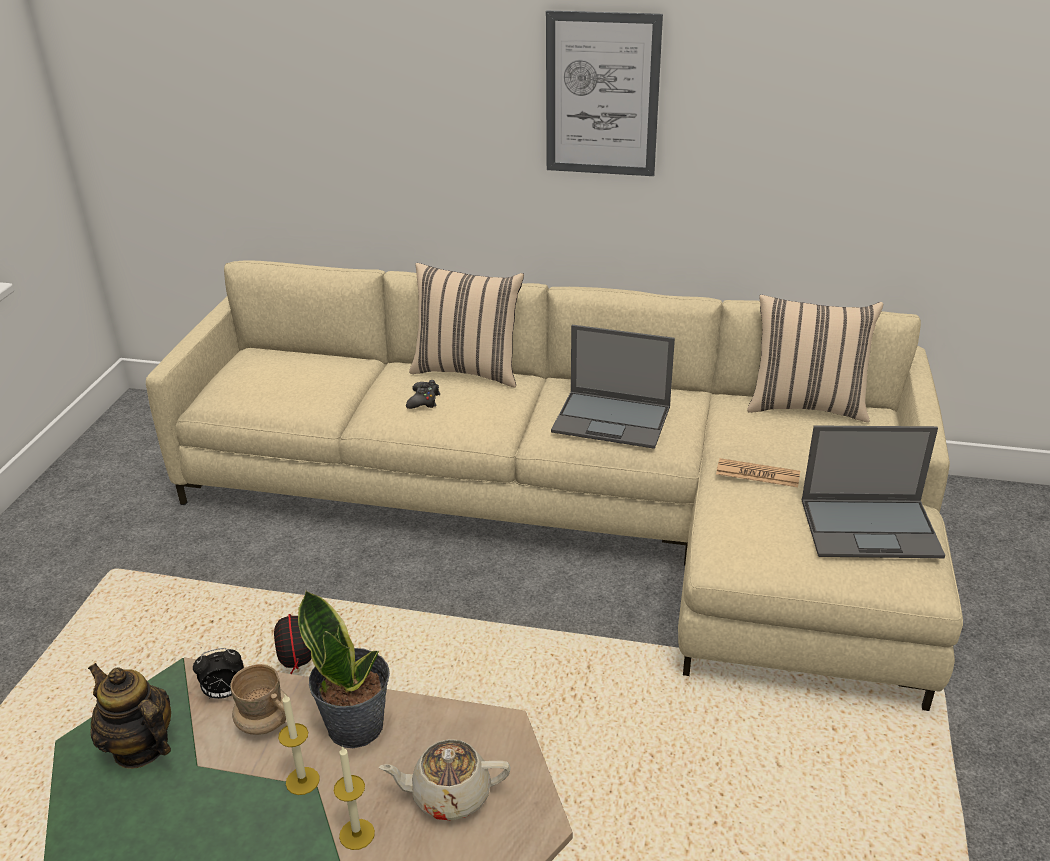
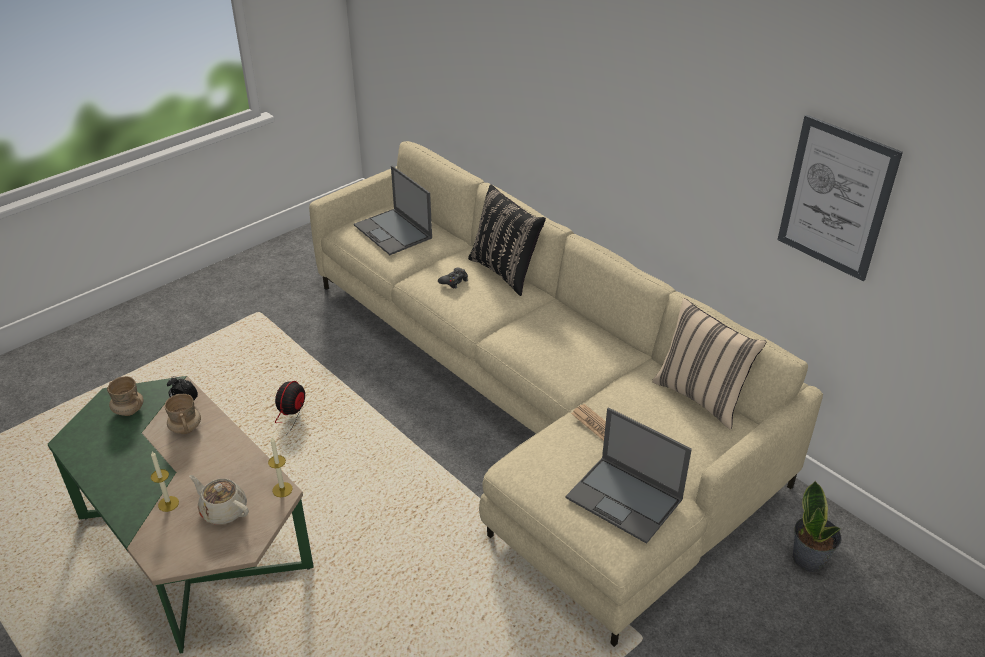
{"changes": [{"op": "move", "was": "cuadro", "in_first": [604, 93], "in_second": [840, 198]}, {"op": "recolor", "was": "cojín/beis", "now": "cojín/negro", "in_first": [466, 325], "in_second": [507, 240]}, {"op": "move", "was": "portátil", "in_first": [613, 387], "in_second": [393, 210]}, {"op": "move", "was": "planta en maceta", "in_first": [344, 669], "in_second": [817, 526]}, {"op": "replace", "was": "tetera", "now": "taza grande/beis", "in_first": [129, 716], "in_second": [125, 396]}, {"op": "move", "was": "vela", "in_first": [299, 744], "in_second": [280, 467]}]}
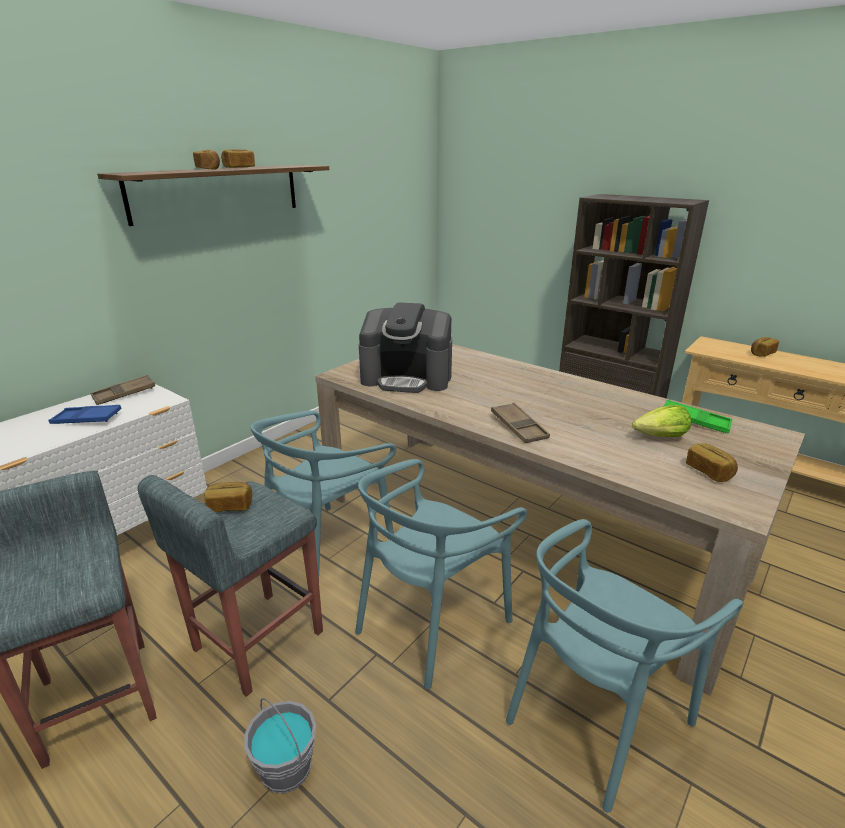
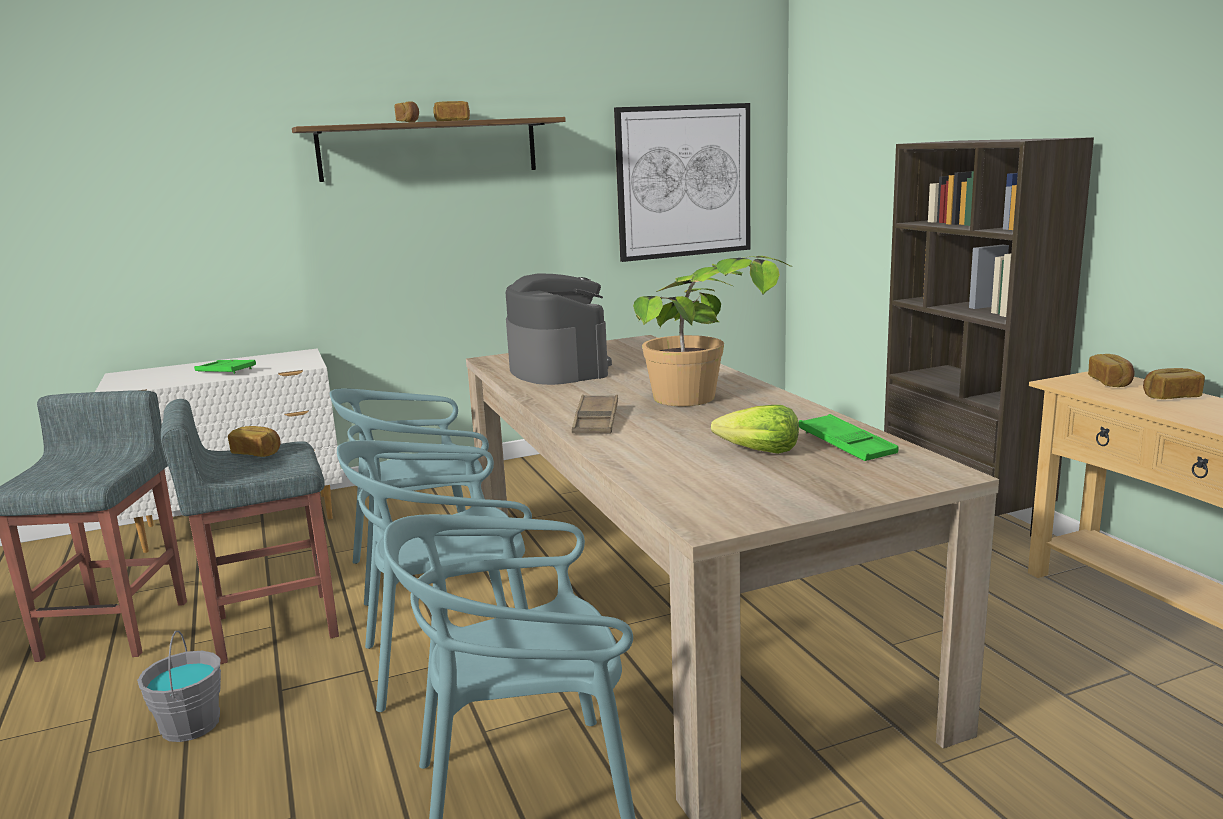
{"changes": [{"op": "rotate", "was": "cafetera", "in_first": [405, 347], "in_second": [559, 329], "clockwise": -150}, {"op": "delete", "was": "bandeja/marrón", "in_first": [122, 390]}, {"op": "recolor", "was": "bandeja/azul", "now": "bandeja/verde", "in_first": [85, 414], "in_second": [225, 367]}, {"op": "move", "was": "pan", "in_first": [712, 462], "in_second": [1111, 370]}, {"op": "insert", "now": "cuadro", "in_second": [682, 182]}, {"op": "insert", "now": "planta en maceta", "in_second": [712, 331]}]}
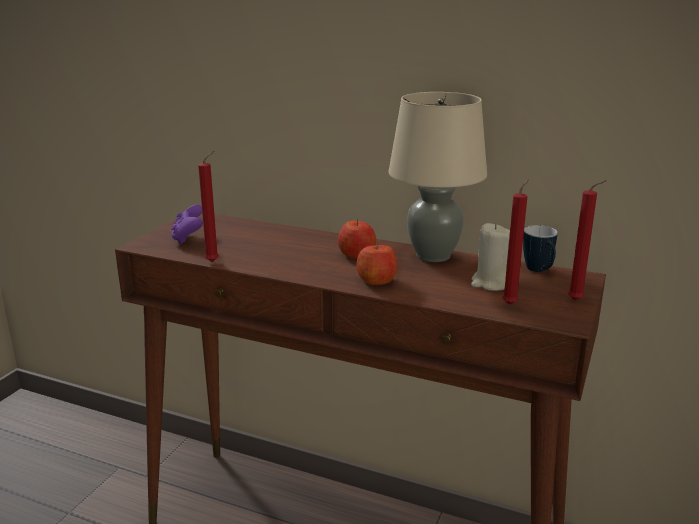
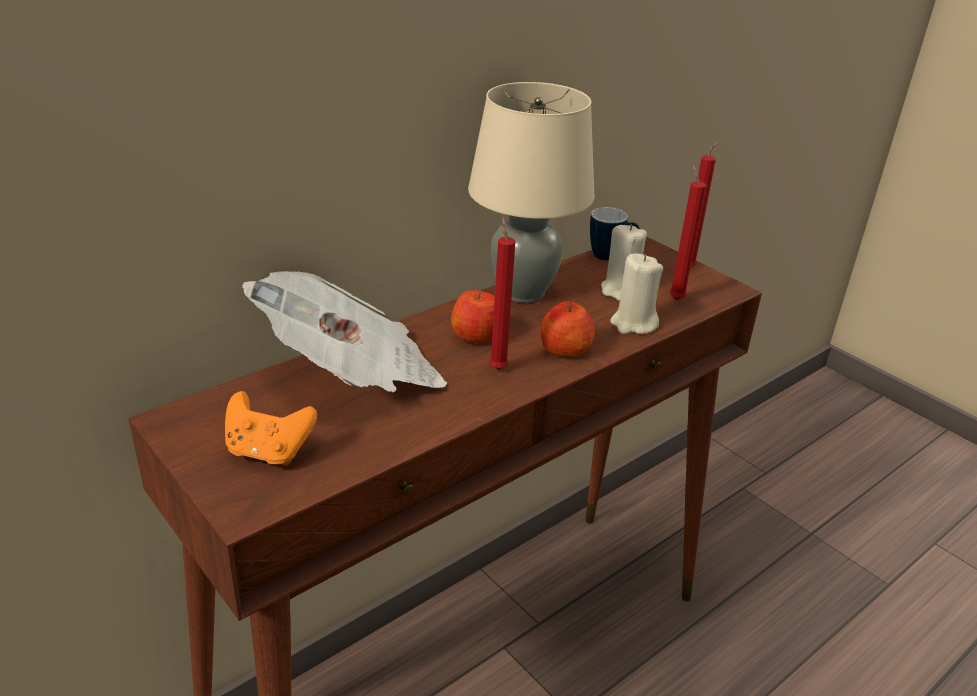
{"changes": [{"op": "move", "was": "vela/rojo", "in_first": [208, 206], "in_second": [502, 293]}, {"op": "recolor", "was": "mando de consola/morado", "now": "mando de consola/naranja", "in_first": [187, 224], "in_second": [271, 428]}, {"op": "insert", "now": "vela/beis", "in_second": [636, 294]}, {"op": "insert", "now": "periódico", "in_second": [344, 331]}]}
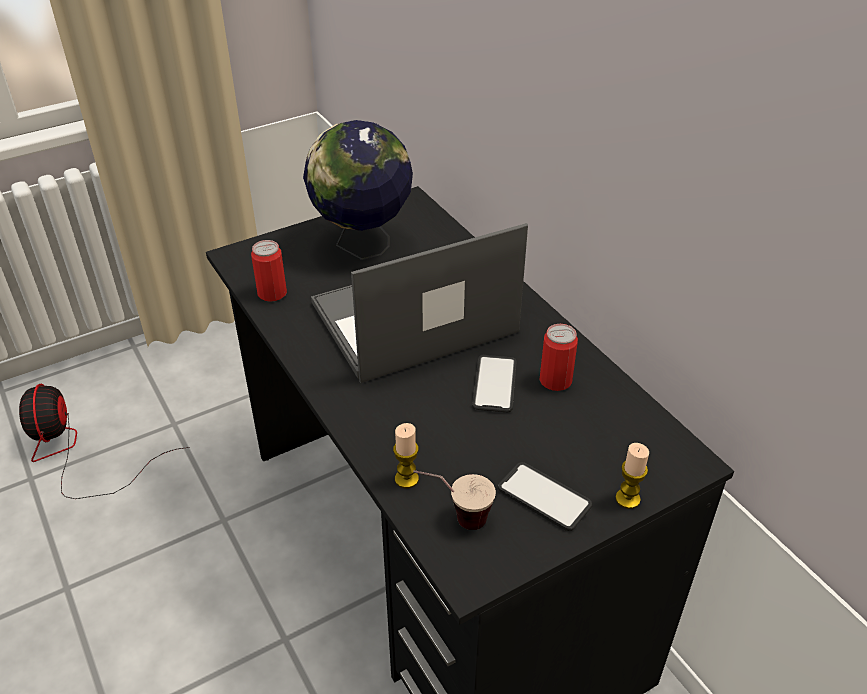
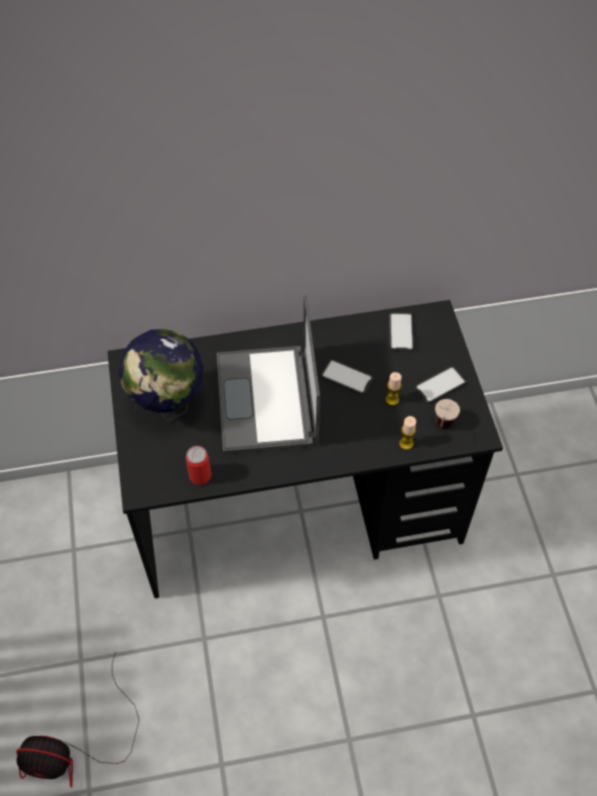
{"changes": [{"op": "delete", "was": "lata", "in_first": [558, 357]}, {"op": "move", "was": "vela", "in_first": [632, 476], "in_second": [393, 389]}, {"op": "insert", "now": "móvil", "in_second": [401, 331]}]}
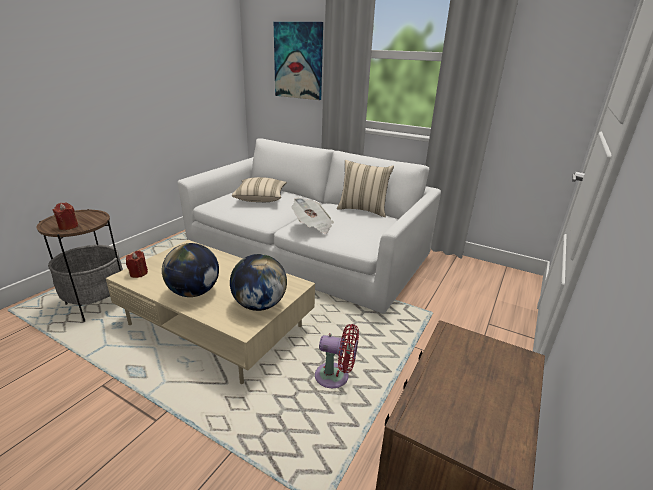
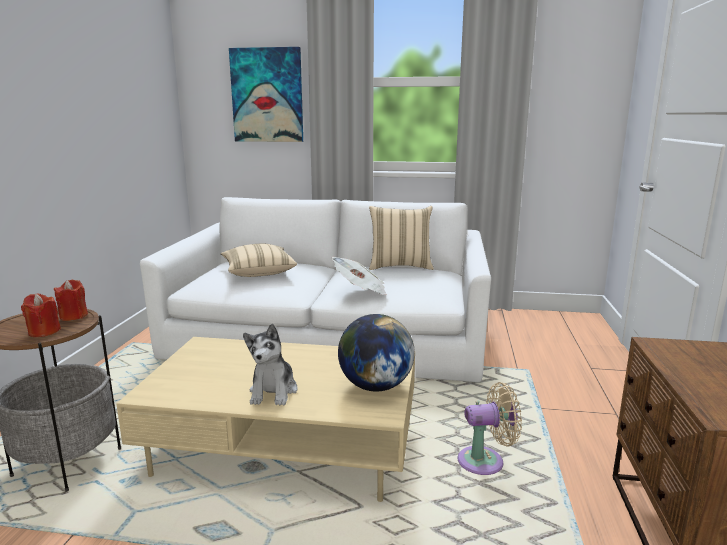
{"changes": [{"op": "replace", "was": "globo terráqueo", "now": "peluche", "in_first": [190, 270], "in_second": [270, 364]}, {"op": "move", "was": "vela/rojo", "in_first": [137, 264], "in_second": [71, 300]}, {"op": "recolor", "was": "ventilador/rojo", "now": "ventilador/beis", "in_first": [337, 356], "in_second": [490, 428]}]}
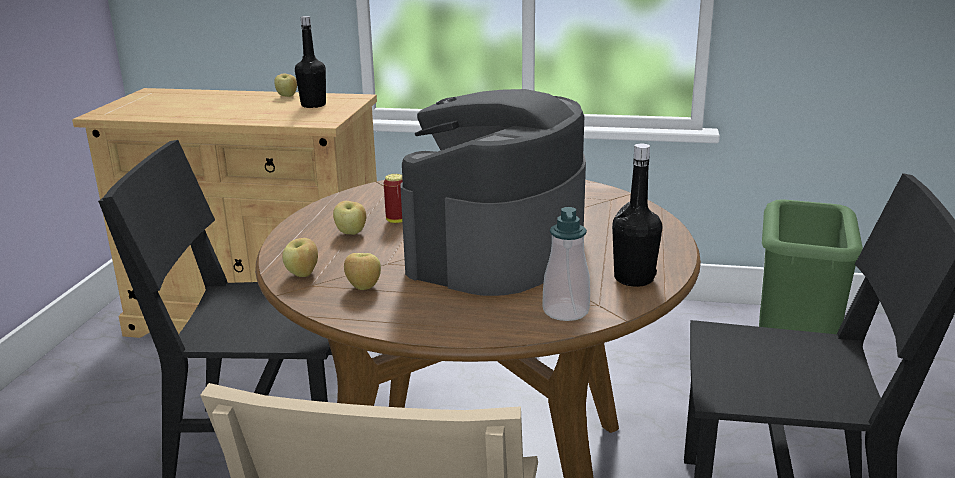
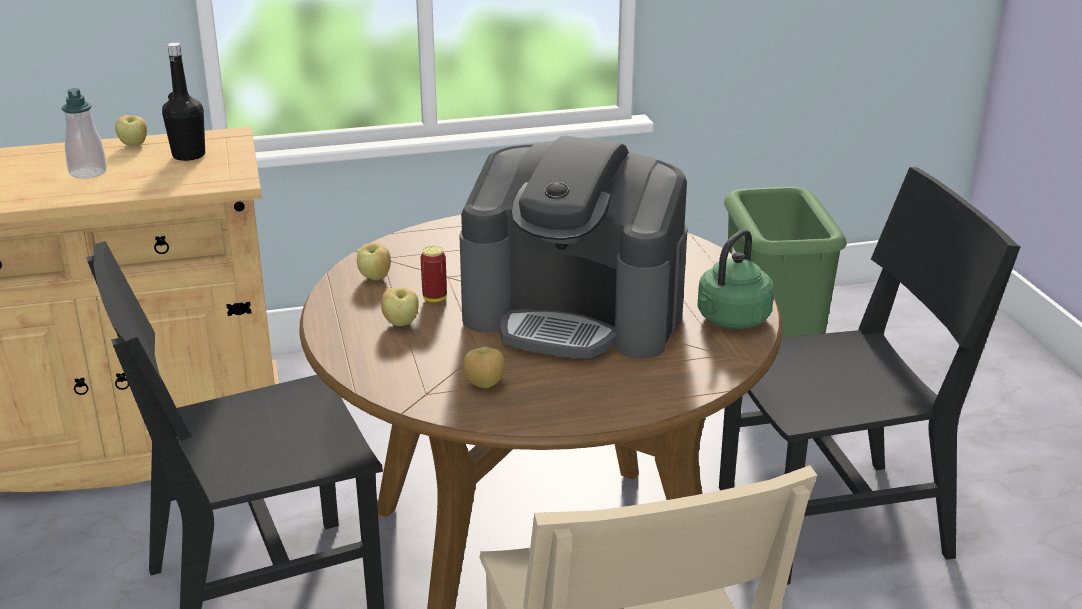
{"changes": [{"op": "rotate", "was": "cafetera", "in_first": [493, 192], "in_second": [573, 248], "clockwise": -75}, {"op": "replace", "was": "botella/negro", "now": "hervidor/verde", "in_first": [637, 215], "in_second": [735, 279]}, {"op": "move", "was": "dispensador de jabón", "in_first": [566, 264], "in_second": [84, 133]}, {"op": "move", "was": "manzana", "in_first": [300, 257], "in_second": [374, 261]}]}
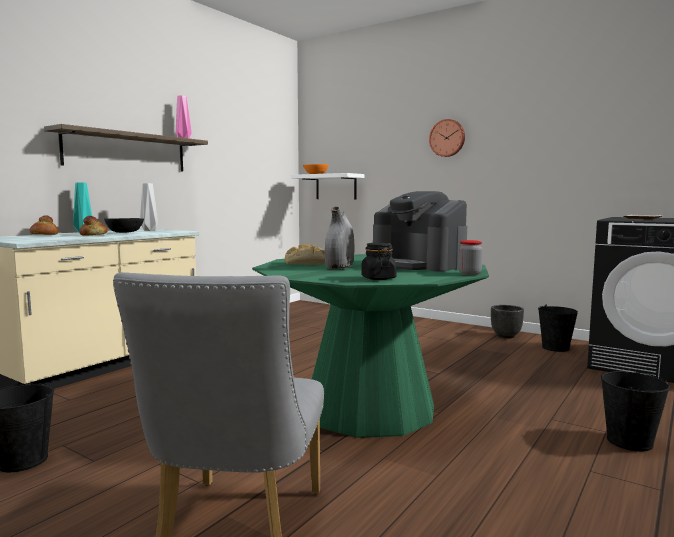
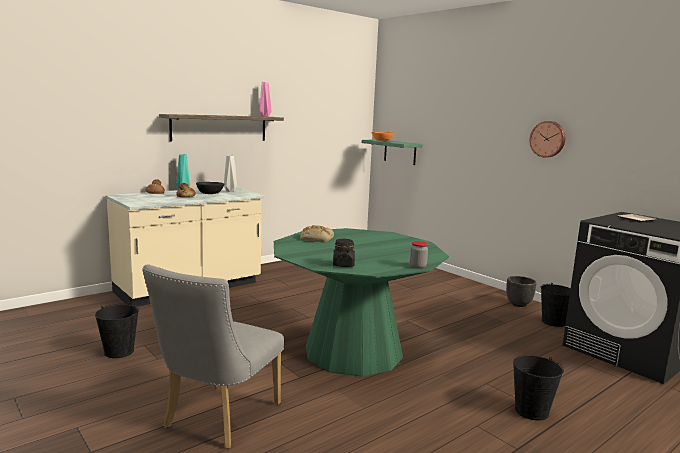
{"changes": [{"op": "move", "was": "reloj de pared", "in_first": [447, 138], "in_second": [547, 139]}, {"op": "recolor", "was": "estante/blanco", "now": "estante/verde", "in_first": [327, 186], "in_second": [392, 152]}, {"op": "delete", "was": "cafetera", "in_first": [420, 231]}, {"op": "delete", "was": "florero/gris", "in_first": [339, 238]}]}
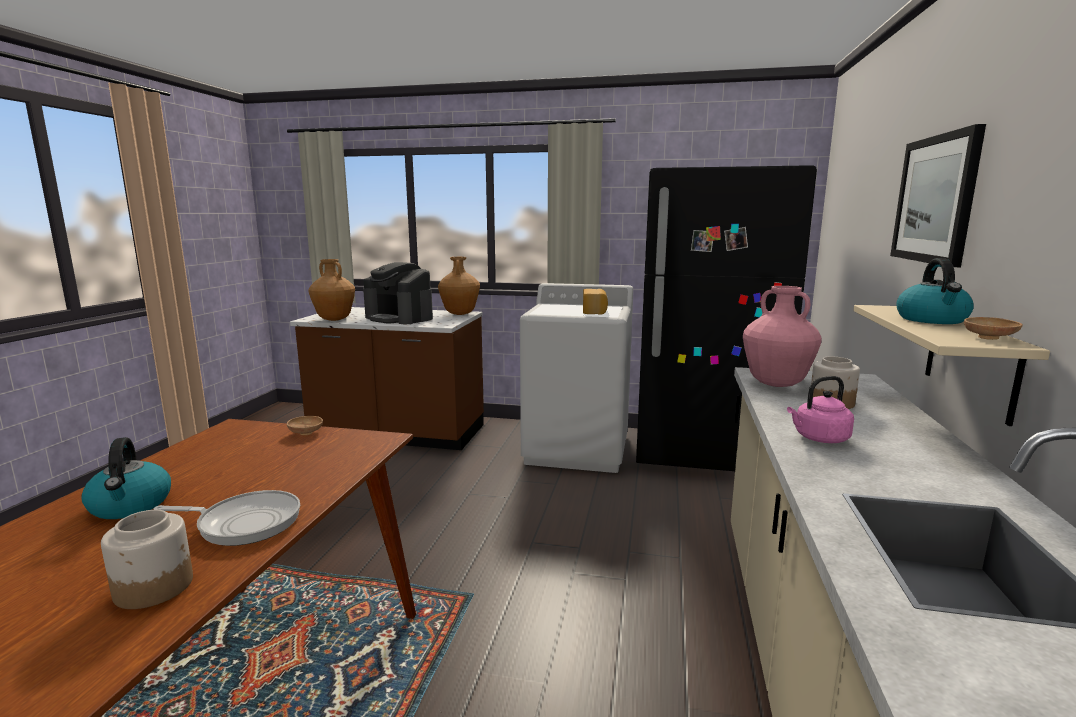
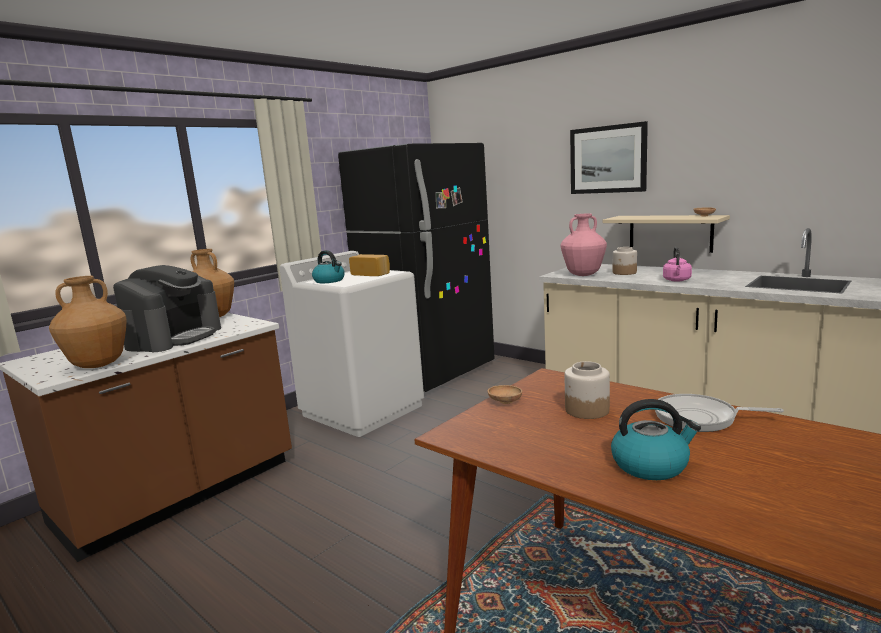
{"changes": [{"op": "move", "was": "hervidor", "in_first": [935, 291], "in_second": [328, 266]}, {"op": "rotate", "was": "cafetera", "in_first": [398, 293], "in_second": [167, 308], "clockwise": -45}, {"op": "rotate", "was": "sartén", "in_first": [226, 518], "in_second": [719, 413], "clockwise": -105}, {"op": "move", "was": "tarro", "in_first": [147, 559], "in_second": [587, 390]}]}
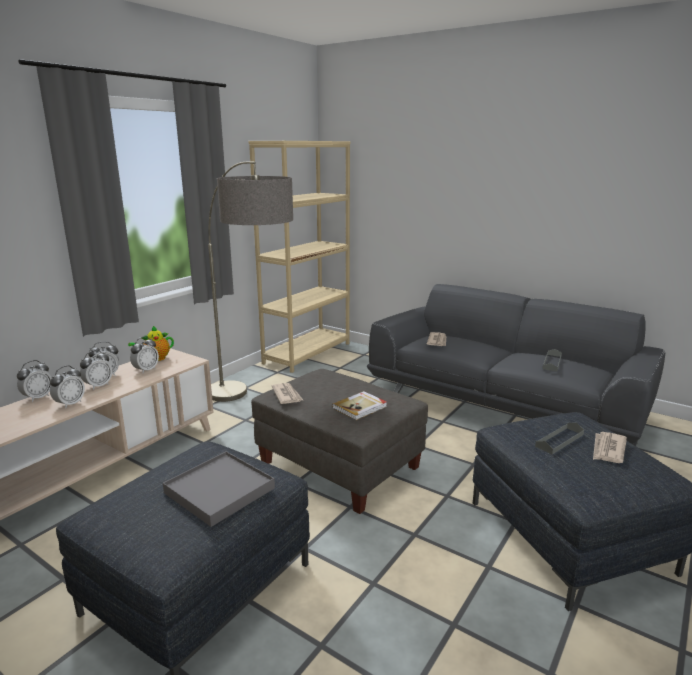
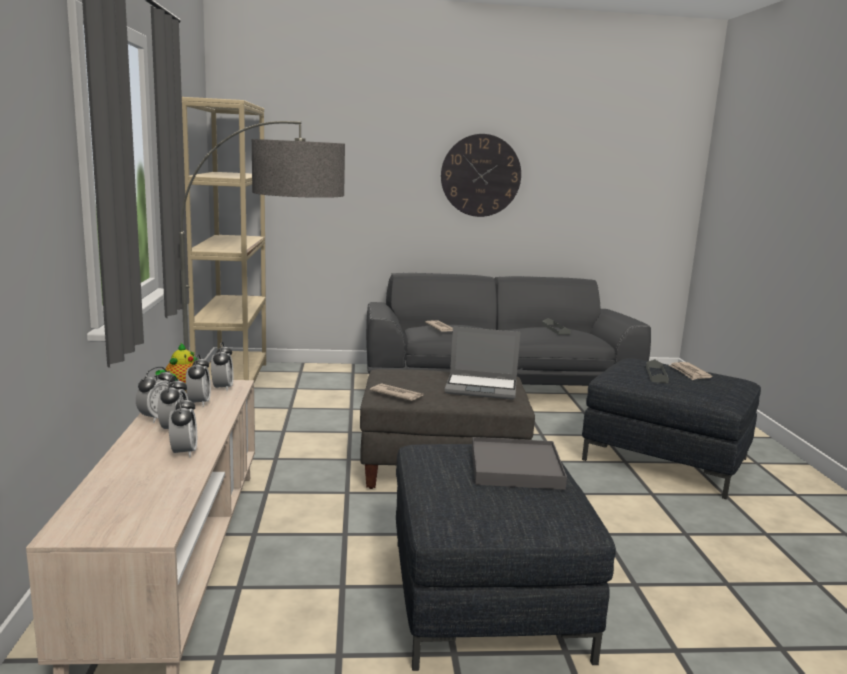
{"changes": [{"op": "move", "was": "despertador", "in_first": [34, 381], "in_second": [222, 367]}, {"op": "replace", "was": "libro", "now": "portátil", "in_first": [359, 405], "in_second": [482, 363]}, {"op": "insert", "now": "reloj de pared", "in_second": [481, 175]}]}
